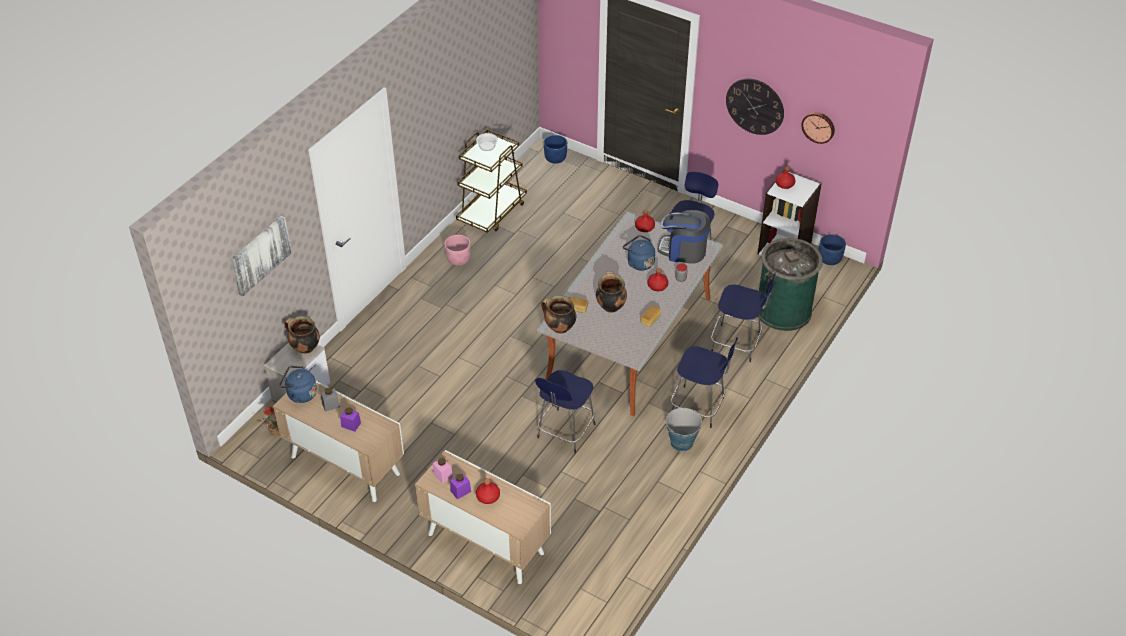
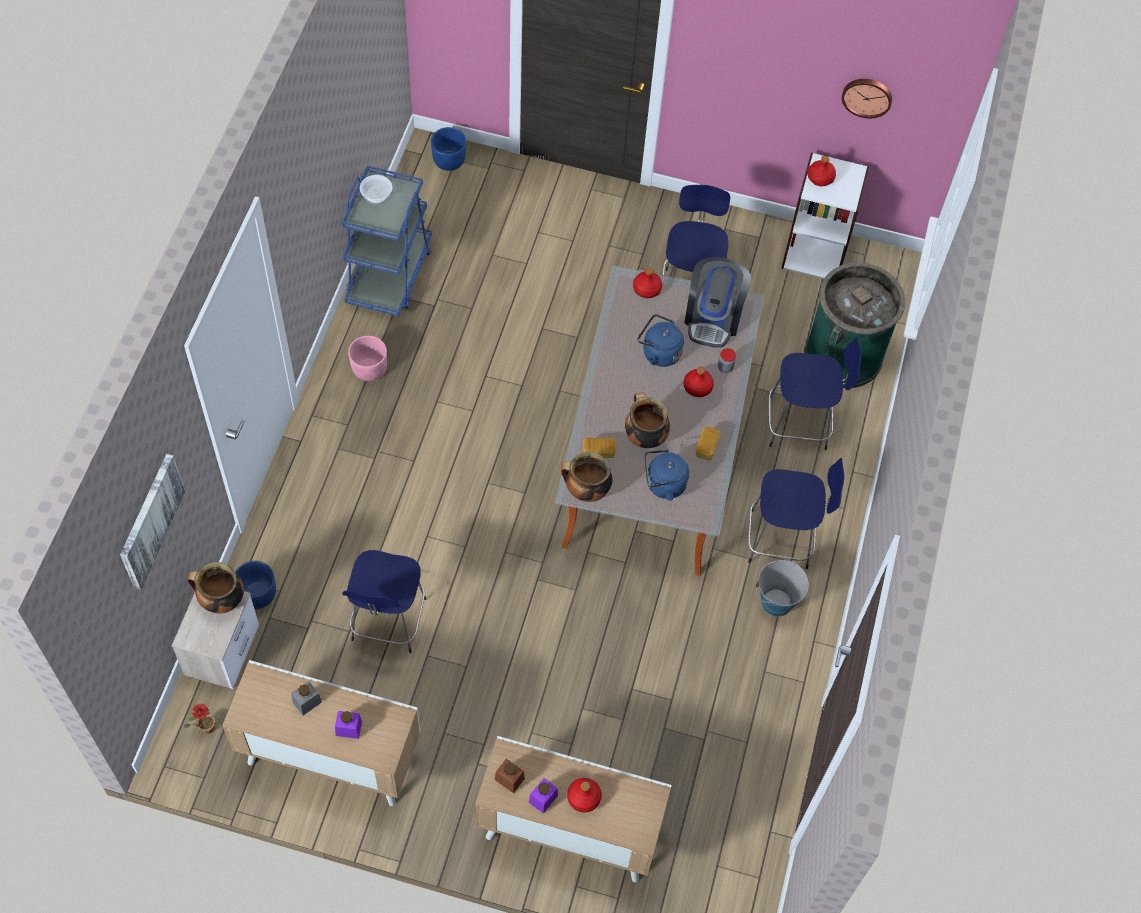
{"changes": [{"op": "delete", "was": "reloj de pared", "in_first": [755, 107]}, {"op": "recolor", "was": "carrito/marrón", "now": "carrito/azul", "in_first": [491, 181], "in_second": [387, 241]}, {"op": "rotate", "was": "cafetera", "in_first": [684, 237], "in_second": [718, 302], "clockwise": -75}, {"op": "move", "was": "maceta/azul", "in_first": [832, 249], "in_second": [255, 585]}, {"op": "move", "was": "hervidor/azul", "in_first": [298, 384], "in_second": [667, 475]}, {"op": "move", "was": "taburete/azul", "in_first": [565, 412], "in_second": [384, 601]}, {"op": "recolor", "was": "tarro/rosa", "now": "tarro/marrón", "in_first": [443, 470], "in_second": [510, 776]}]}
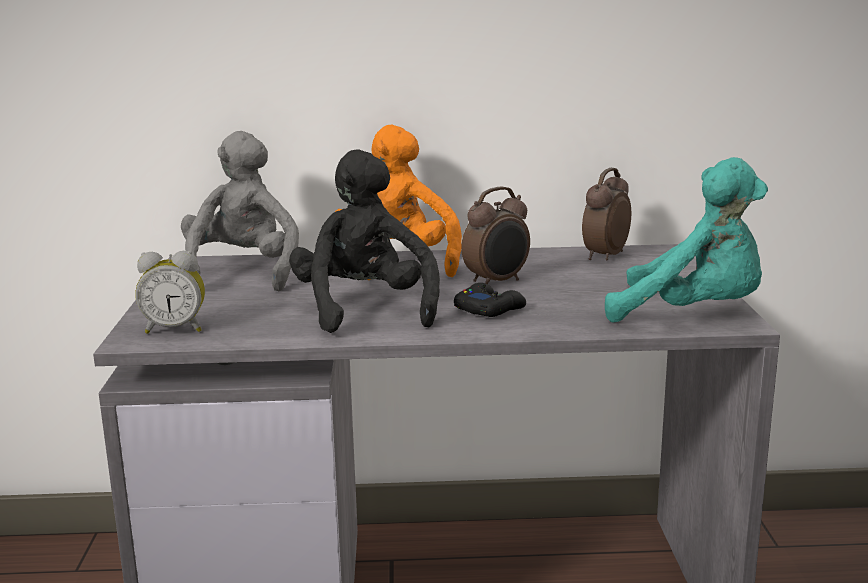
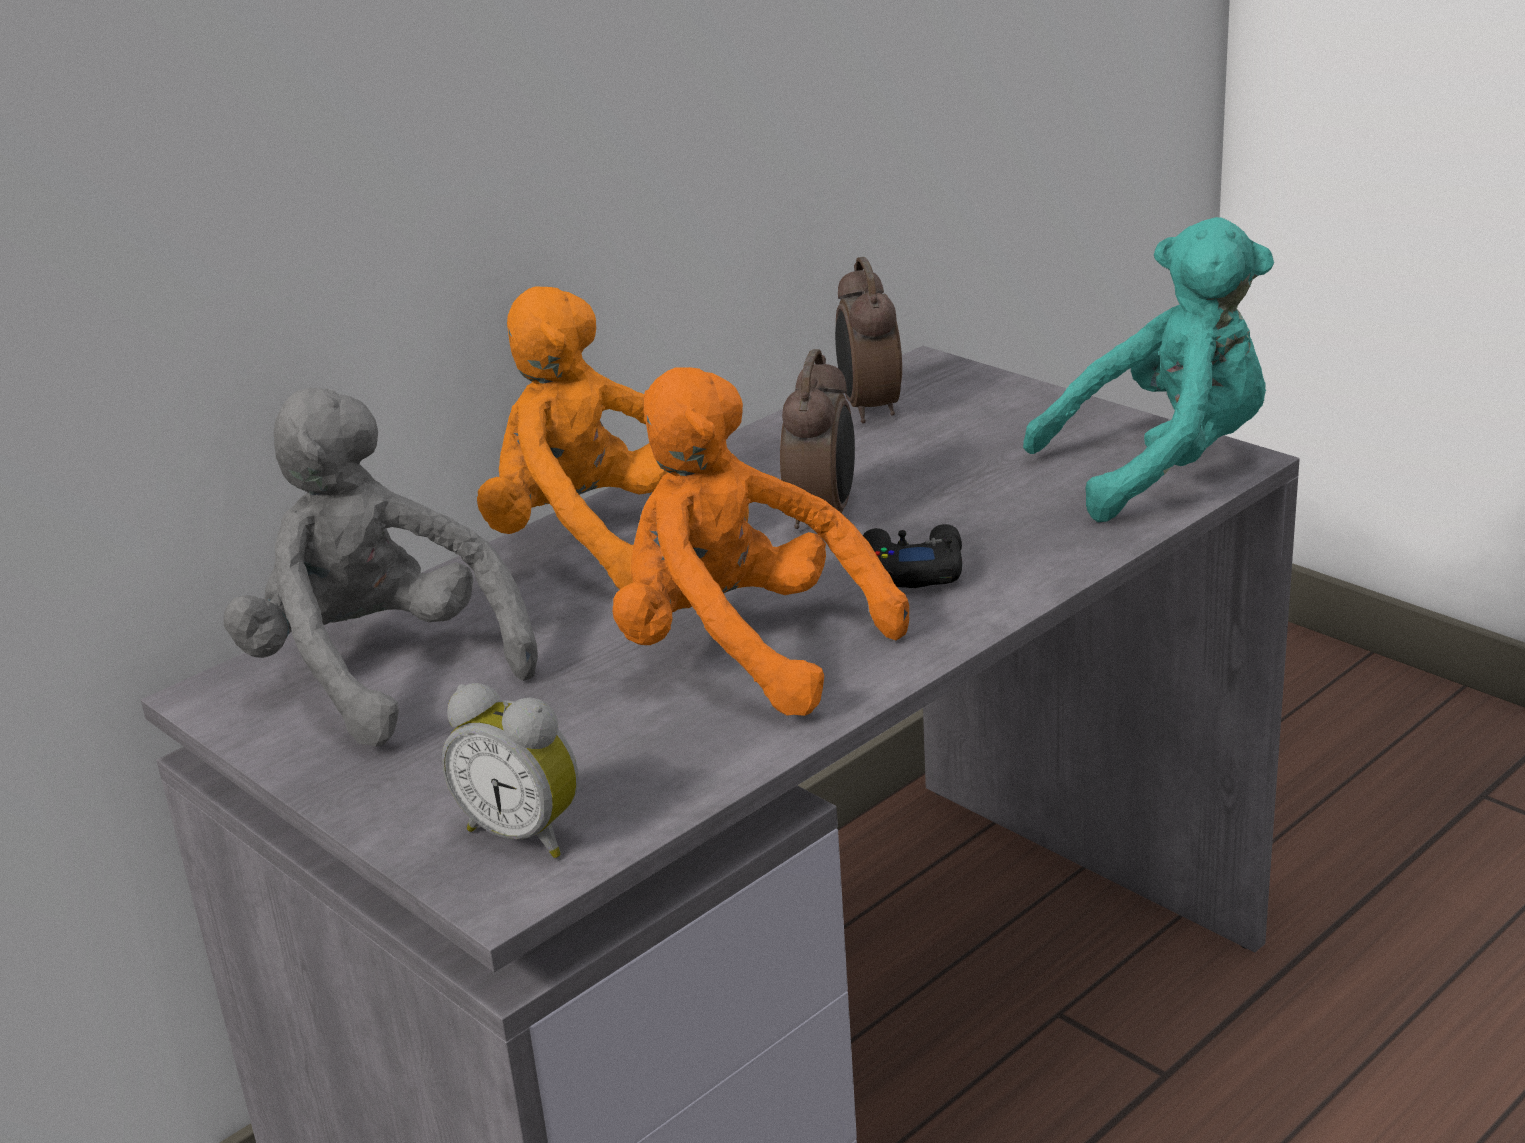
{"changes": [{"op": "recolor", "was": "peluche/negro", "now": "peluche/naranja", "in_first": [364, 241], "in_second": [761, 541]}, {"op": "rotate", "was": "despertador", "in_first": [170, 292], "in_second": [510, 770], "clockwise": 75}]}
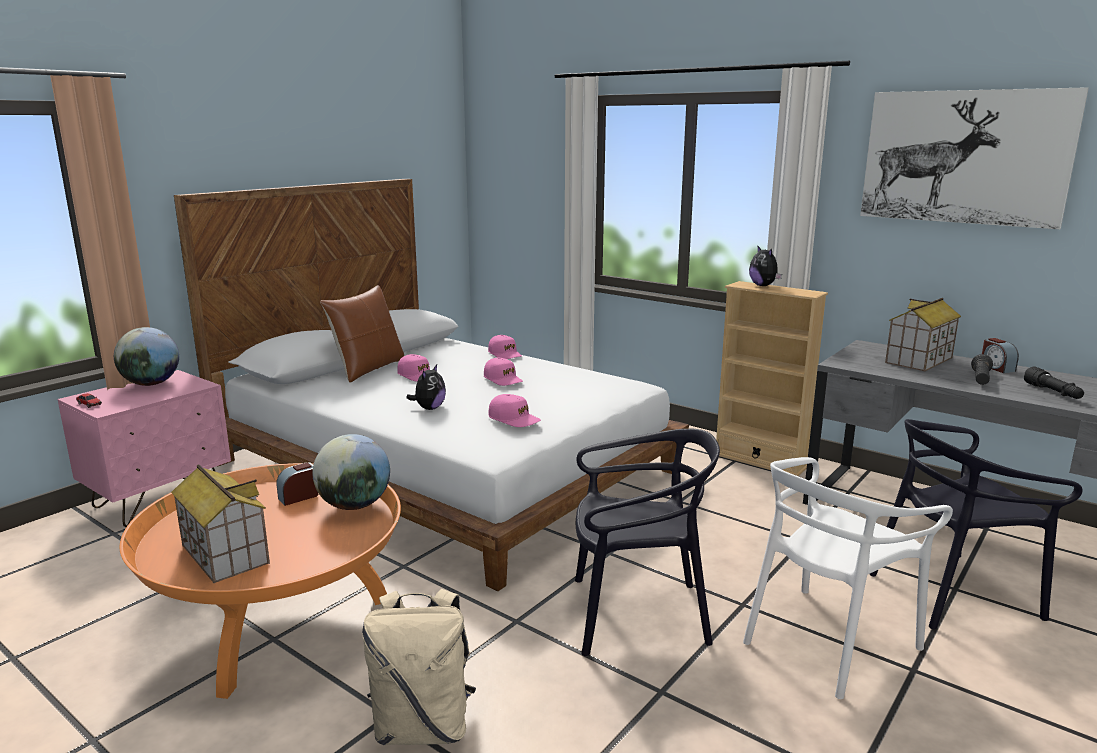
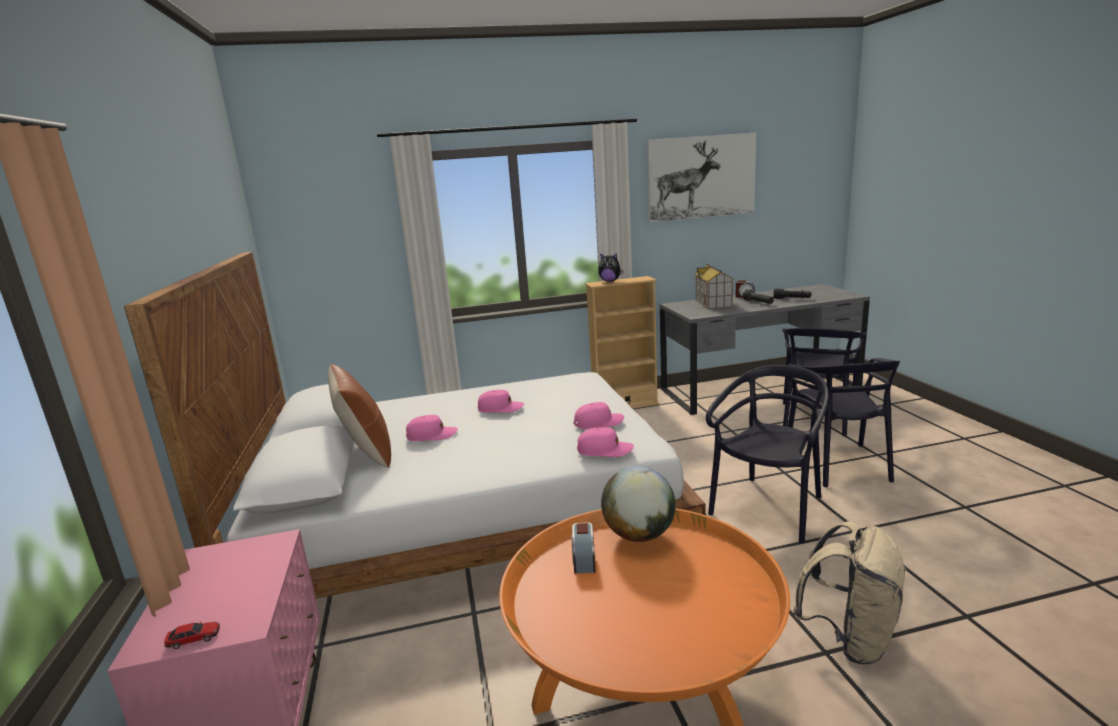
{"changes": [{"op": "delete", "was": "globo terráqueo", "in_first": [146, 356]}, {"op": "move", "was": "gorra/rosa", "in_first": [505, 347], "in_second": [605, 442]}, {"op": "delete", "was": "peluche", "in_first": [426, 387]}, {"op": "recolor", "was": "silla/blanco", "now": "silla/negro", "in_first": [848, 578], "in_second": [844, 422]}, {"op": "delete", "was": "casita", "in_first": [220, 524]}]}
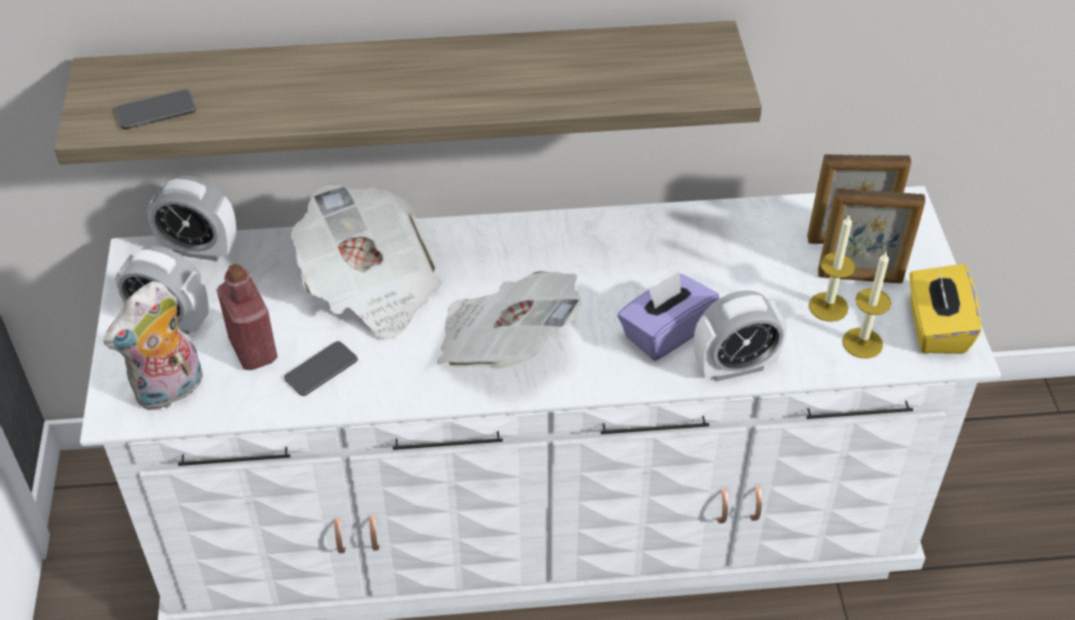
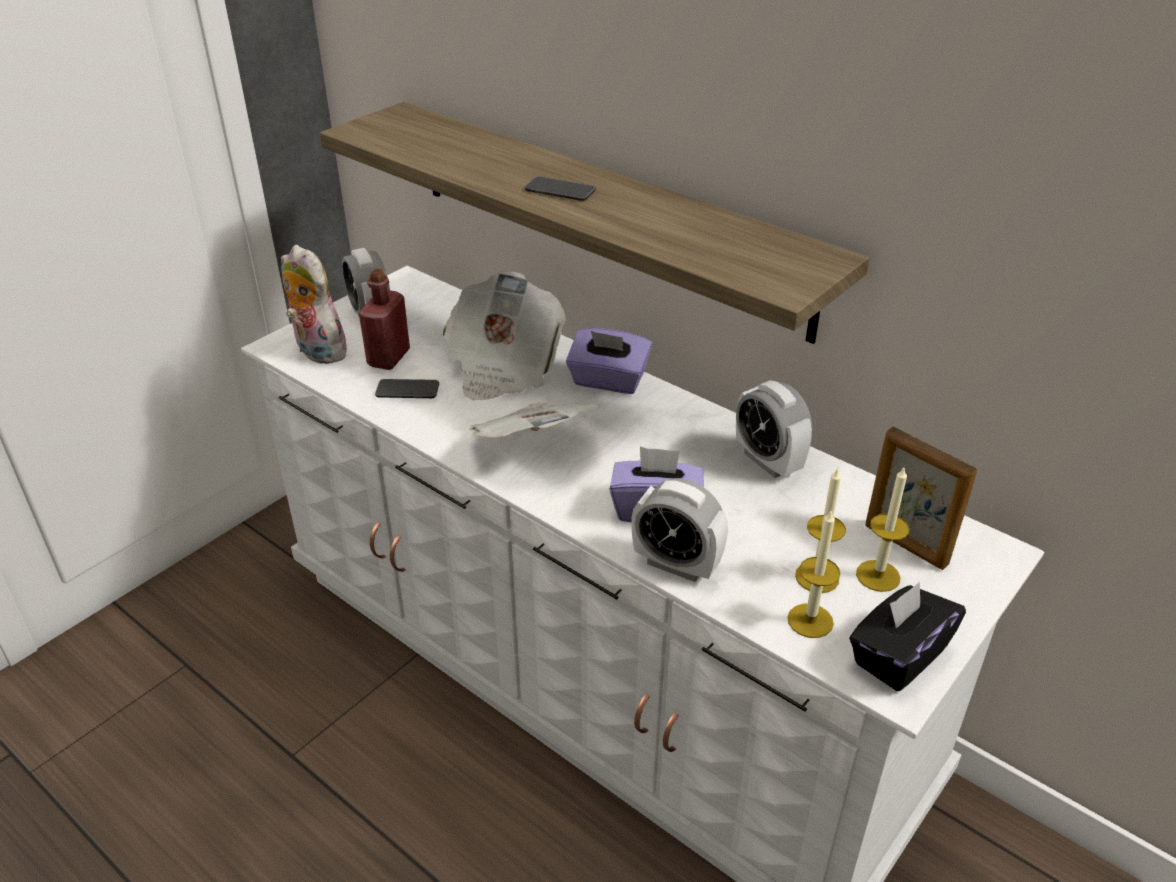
{"changes": [{"op": "move", "was": "móvil", "in_first": [155, 109], "in_second": [560, 188]}, {"op": "move", "was": "despertador", "in_first": [191, 218], "in_second": [774, 429]}, {"op": "replace", "was": "portarretratos", "now": "vela", "in_first": [871, 235], "in_second": [883, 529]}, {"op": "recolor", "was": "caja de pañuelos/amarillo", "now": "caja de pañuelos/negro", "in_first": [945, 309], "in_second": [907, 636]}, {"op": "rotate", "was": "peluche", "in_first": [153, 345], "in_second": [314, 304], "clockwise": 45}, {"op": "insert", "now": "caja de pañuelos/morado", "in_second": [609, 361]}]}
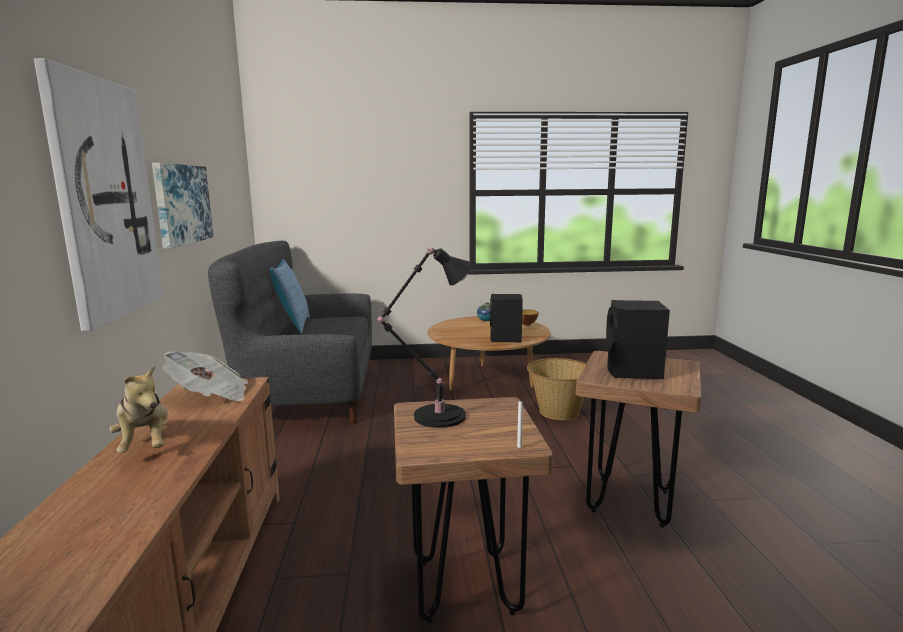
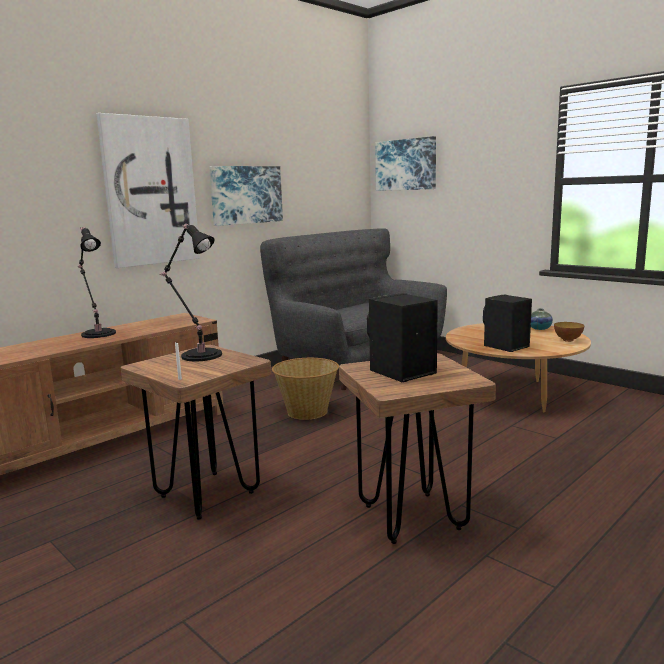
{"changes": [{"op": "delete", "was": "cojín", "in_first": [290, 296]}, {"op": "delete", "was": "periódico", "in_first": [205, 376]}, {"op": "move", "was": "cesta", "in_first": [556, 389], "in_second": [305, 389]}, {"op": "replace", "was": "peluche", "now": "lámpara de mesa/negro", "in_first": [138, 409], "in_second": [96, 282]}, {"op": "insert", "now": "cuadro", "in_second": [405, 163]}]}
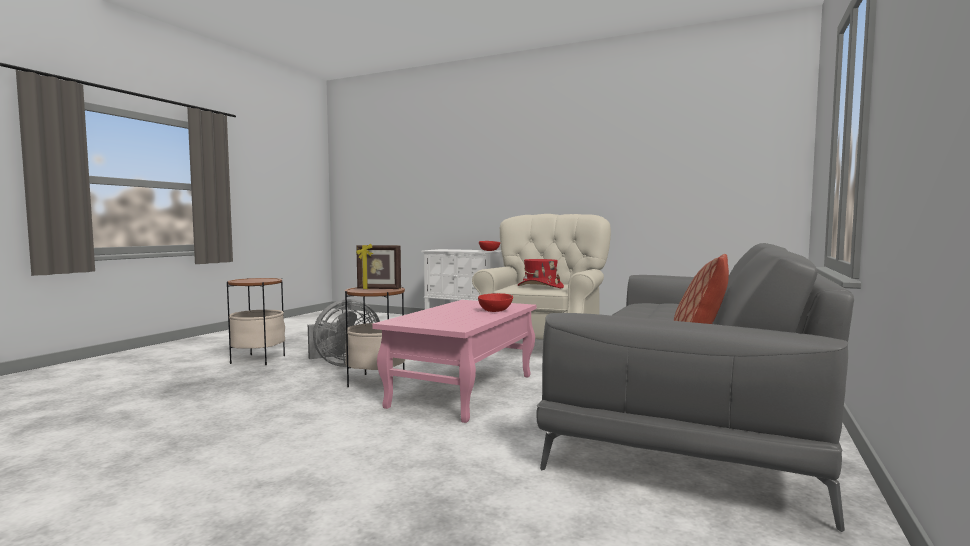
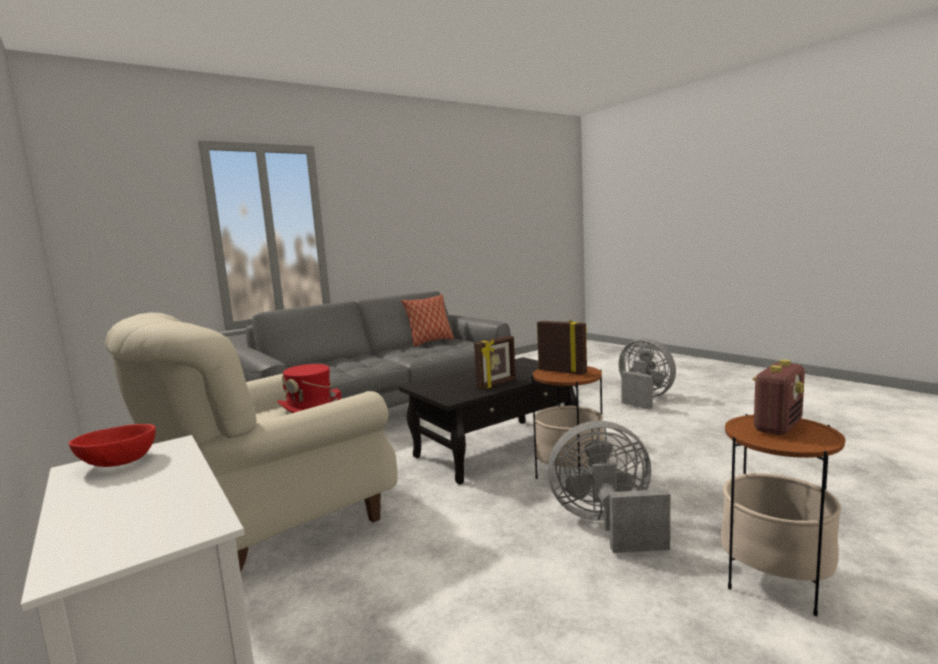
{"changes": [{"op": "delete", "was": "cuenco/rojo", "in_first": [495, 302]}, {"op": "recolor", "was": "mesa de centro/rosa", "now": "mesa de centro/negro", "in_first": [454, 361], "in_second": [487, 421]}, {"op": "insert", "now": "portarretratos", "in_second": [495, 362]}, {"op": "insert", "now": "ventilador/gris", "in_second": [647, 374]}, {"op": "insert", "now": "radio", "in_second": [778, 397]}]}
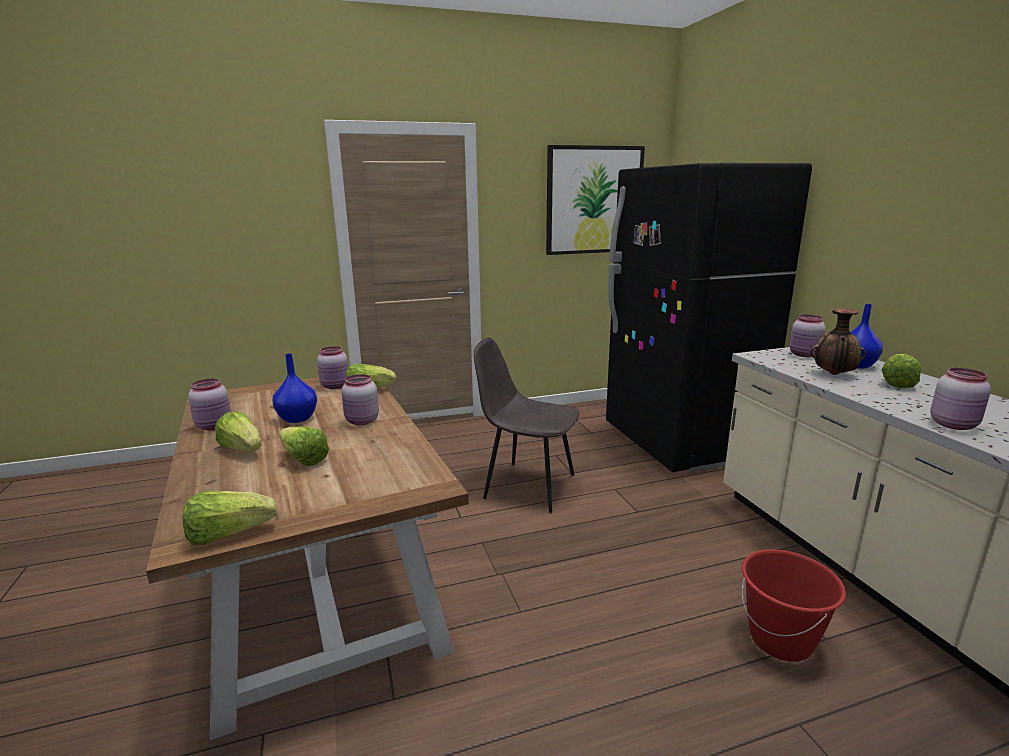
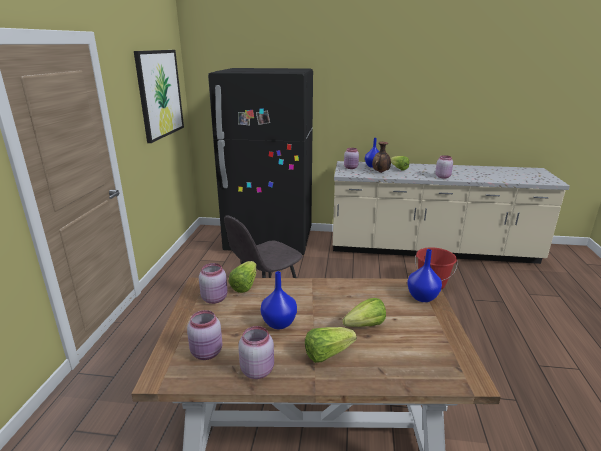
{"changes": [{"op": "move", "was": "tarro/rosa", "in_first": [360, 399], "in_second": [205, 335]}, {"op": "delete", "was": "lechuga", "in_first": [230, 518]}, {"op": "insert", "now": "florero/azul", "in_second": [424, 275]}]}
